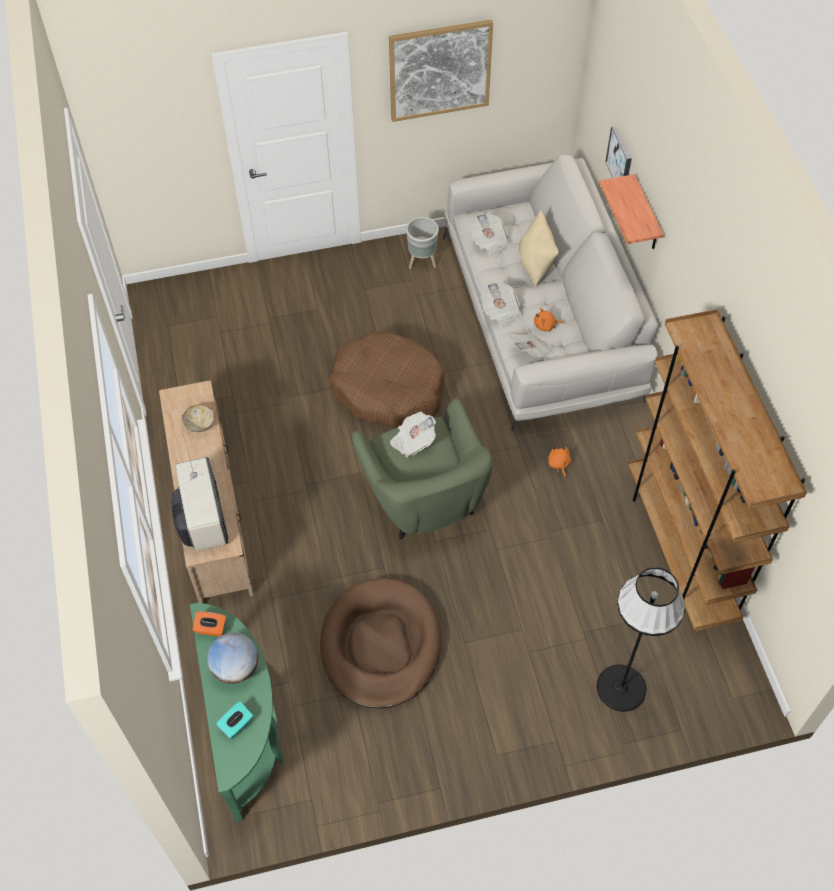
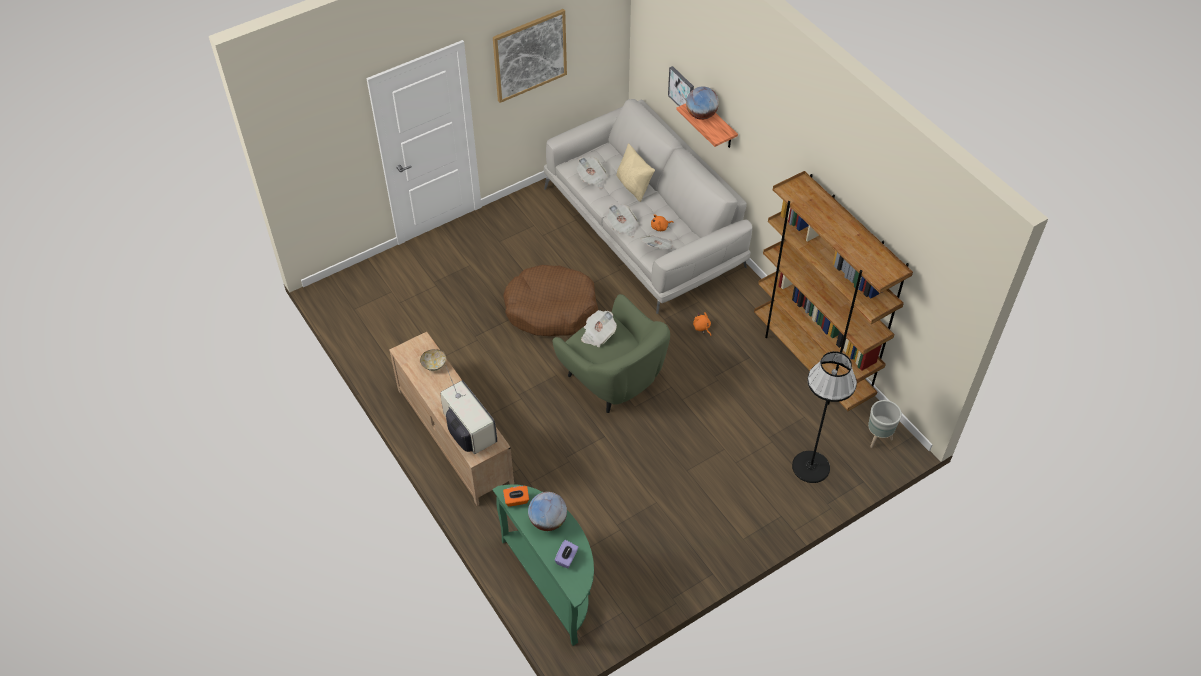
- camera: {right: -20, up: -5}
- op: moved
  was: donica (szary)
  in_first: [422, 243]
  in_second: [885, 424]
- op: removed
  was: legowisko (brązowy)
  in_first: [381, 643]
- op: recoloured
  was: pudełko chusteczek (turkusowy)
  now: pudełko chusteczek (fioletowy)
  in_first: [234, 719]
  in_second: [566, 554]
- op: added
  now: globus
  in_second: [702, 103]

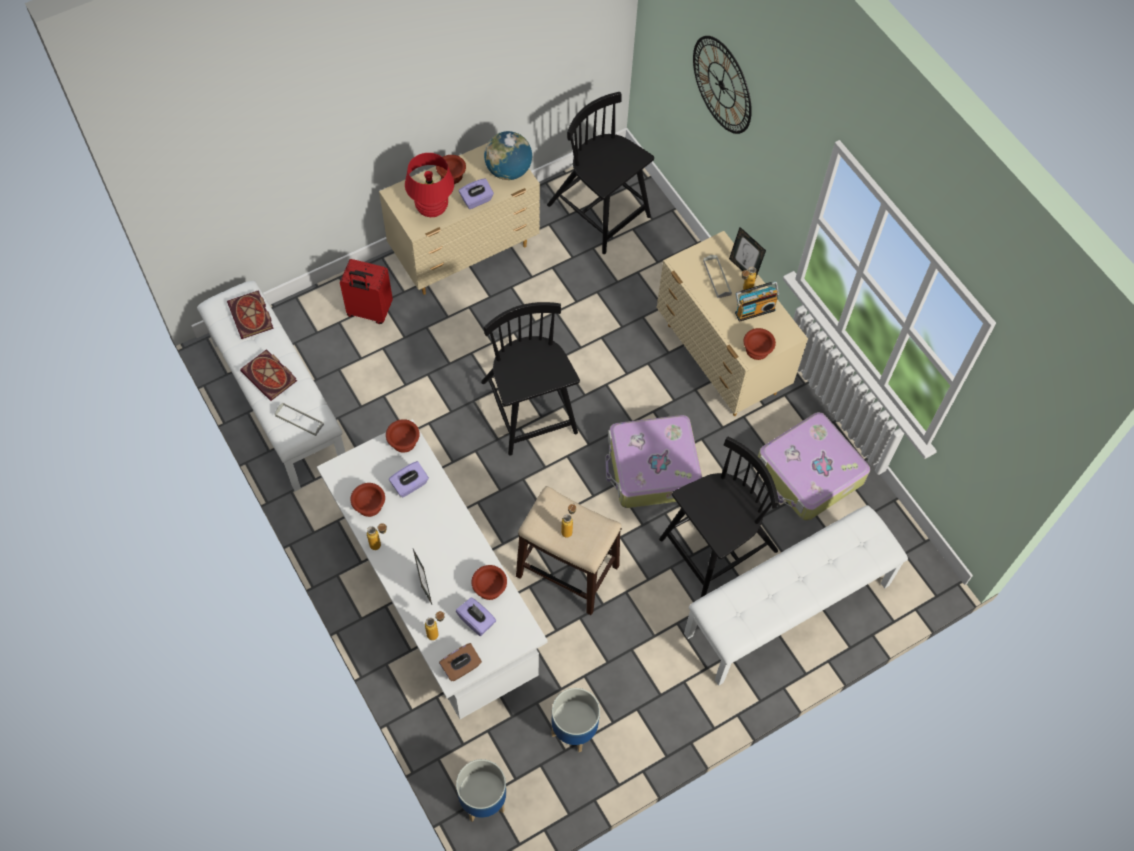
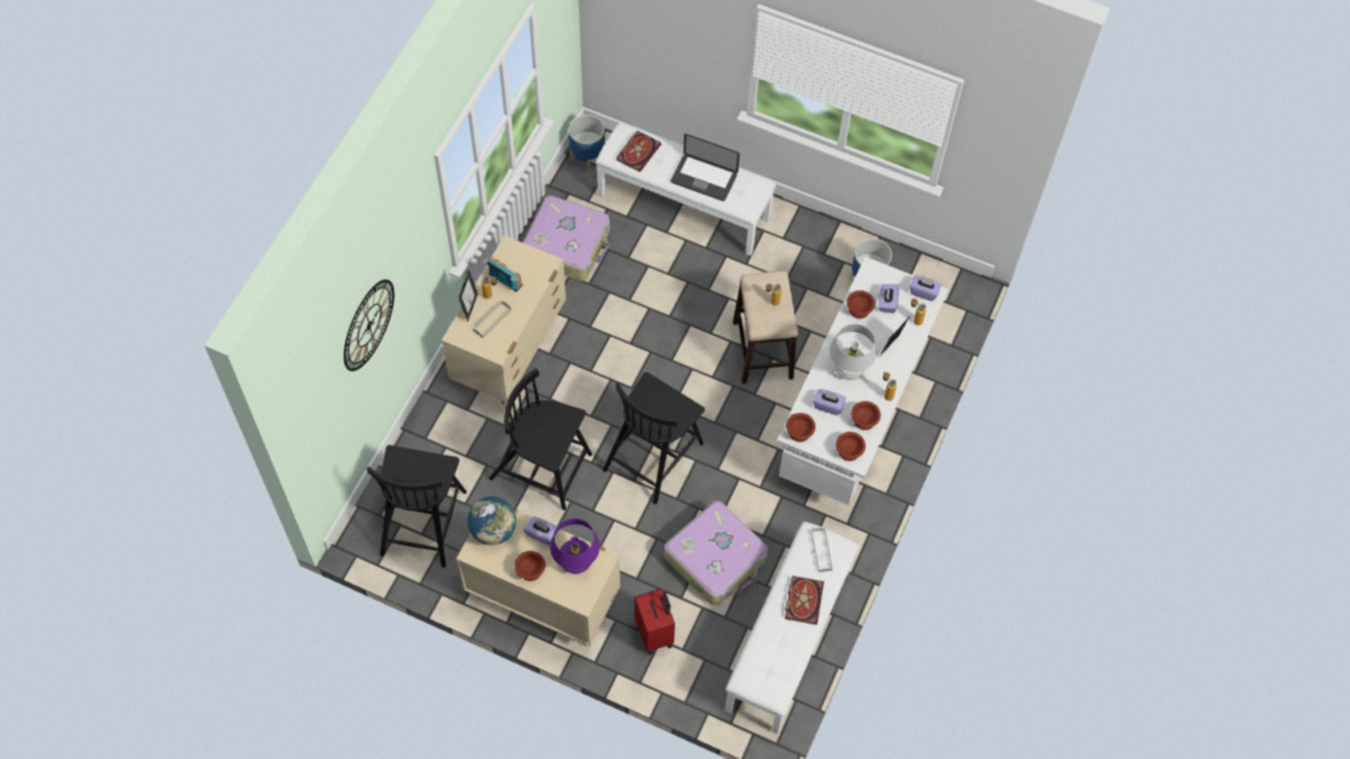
- camera: {right: -125, up: 0}
- op: recoloured
  was: lampa stołowa (czerwony)
  now: lampa stołowa (fioletowy)
  in_first: [429, 185]
  in_second: [575, 546]
- op: moved
  was: książka
  in_first: [250, 314]
  in_second: [638, 151]
- op: moved
  was: miska (brązowy)
  in_first: [760, 344]
  in_second: [851, 446]
- op: moved
  was: walizka
  in_first: [653, 461]
  in_second: [716, 553]
- op: moved
  was: krzesło (czarny)
  in_first: [719, 517]
  in_second: [540, 439]
- op: recoloured
  was: pudełko chusteczek (brązowy)
  now: pudełko chusteczek (fioletowy)
  in_first: [460, 662]
  in_second: [925, 288]
- op: moved
  was: donica
  in_first: [481, 790]
  in_second: [587, 144]
- op: added
  now: laptop
  in_second: [705, 167]
- op: added
  now: lampa stołowa (biały)
  in_second: [852, 352]

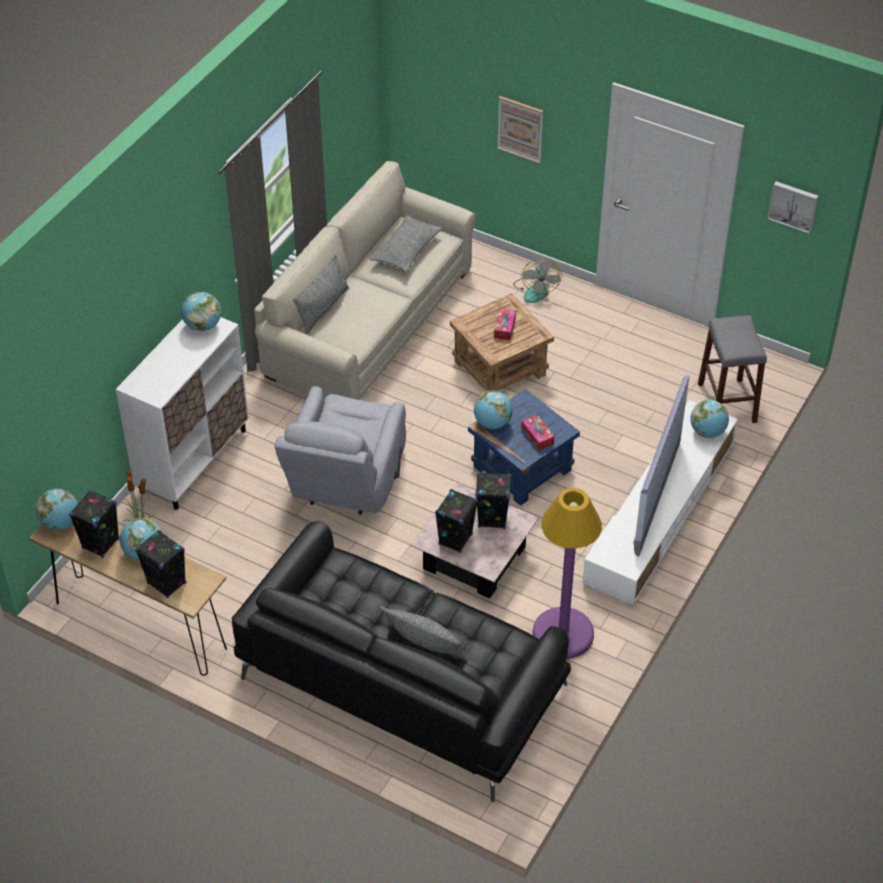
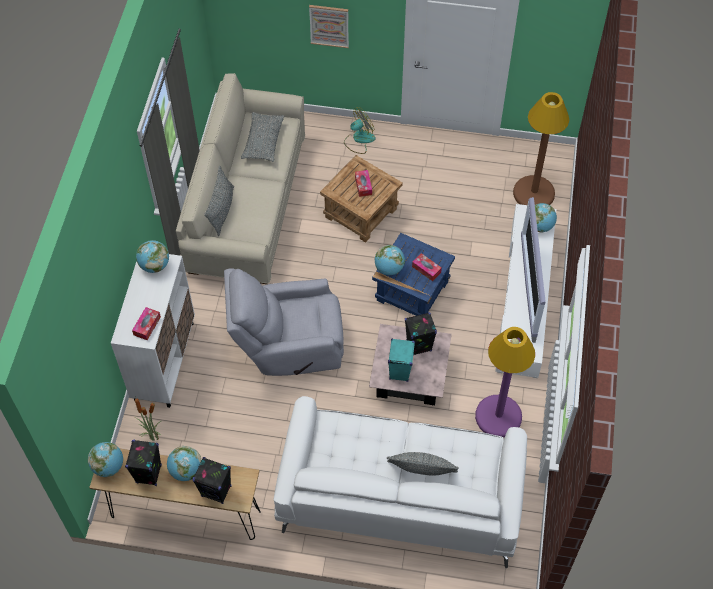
- camera: {right: -20, up: 10}
- op: removed
  was: obraz
  in_first: [793, 207]
- op: turned
  was: wentylator
  in_first: [537, 281]
  in_second: [360, 130]
  clockwise: -105
- op: replaced
  was: stołek (szary)
  now: lampa stojąca (brązowy)
  in_first: [732, 369]
  in_second: [541, 148]
- op: turned
  was: fotel (szary)
  in_first: [340, 450]
  in_second: [284, 322]
  clockwise: 90
- op: recoloured
  was: głośnik (czarny)
  now: głośnik (turkusowy)
  in_first: [456, 521]
  in_second: [401, 360]
- op: recoloured
  was: kanapa (czarny)
  now: kanapa (biały)
  in_first: [401, 661]
  in_second: [400, 482]
- op: added
  now: pudełko chusteczek
  in_second: [146, 323]

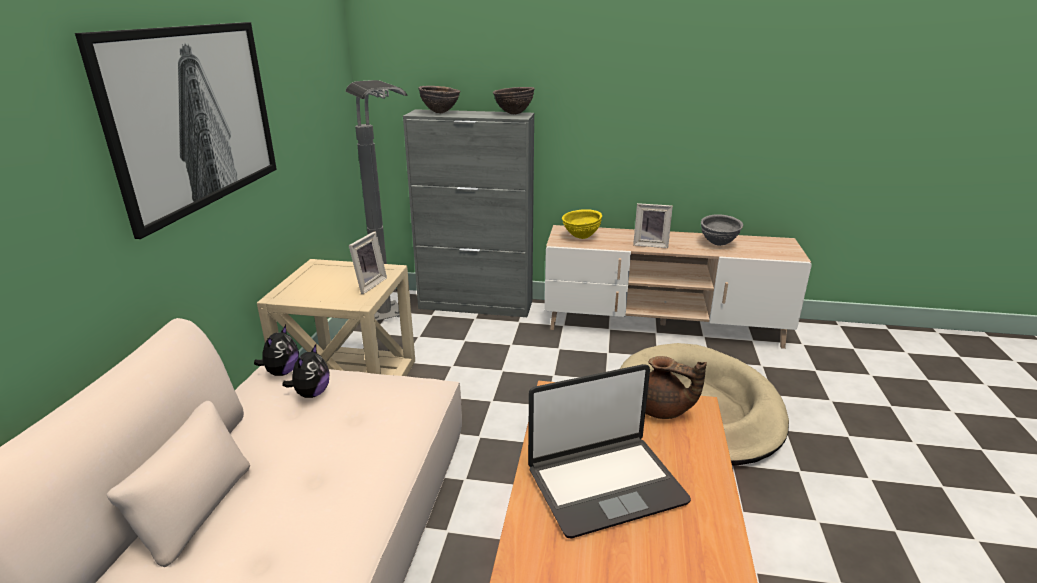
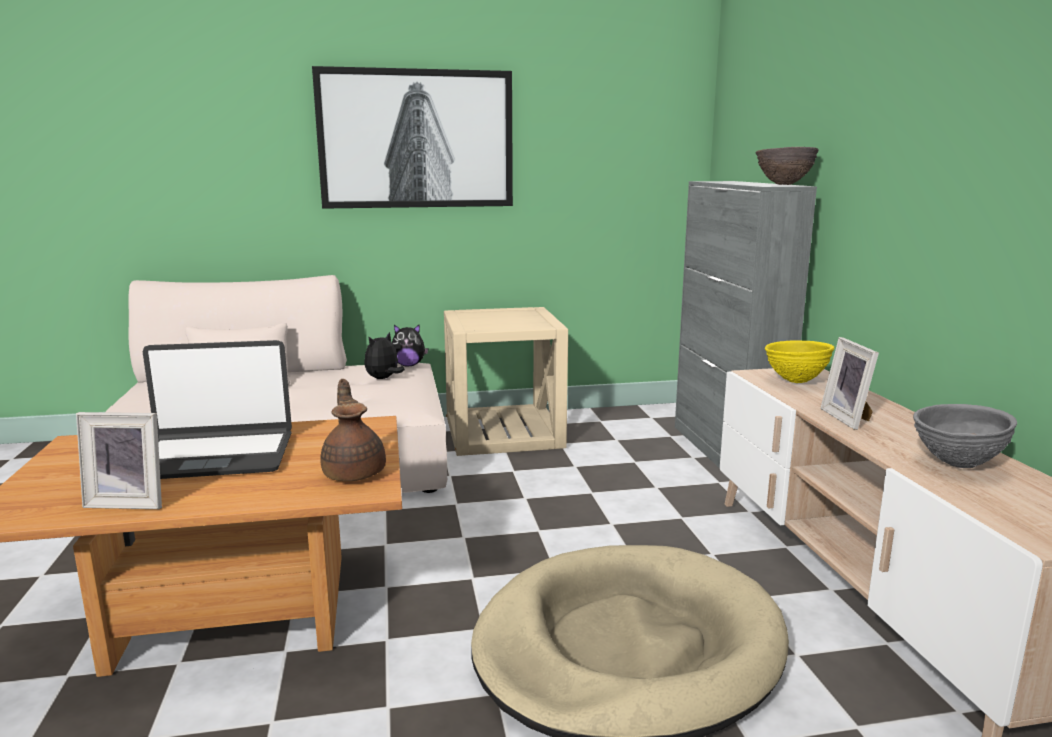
- camera: {right: 70, up: -10}
- op: removed
  was: lampa stojąca (szary)
  in_first: [377, 201]
- op: removed
  was: miska (brązowy)
  in_first: [439, 99]
- op: moved
  was: ramka na zdjęcie
  in_first: [368, 263]
  in_second: [119, 460]
- op: turned
  was: pluszak
  in_first: [306, 371]
  in_second: [384, 355]
  clockwise: 135
- op: turned
  was: imbryk (brązowy)
  in_first: [676, 387]
  in_second: [353, 430]
  clockwise: 150
- op: turned
  was: laptop
  in_first: [609, 451]
  in_second: [217, 409]
  clockwise: -60

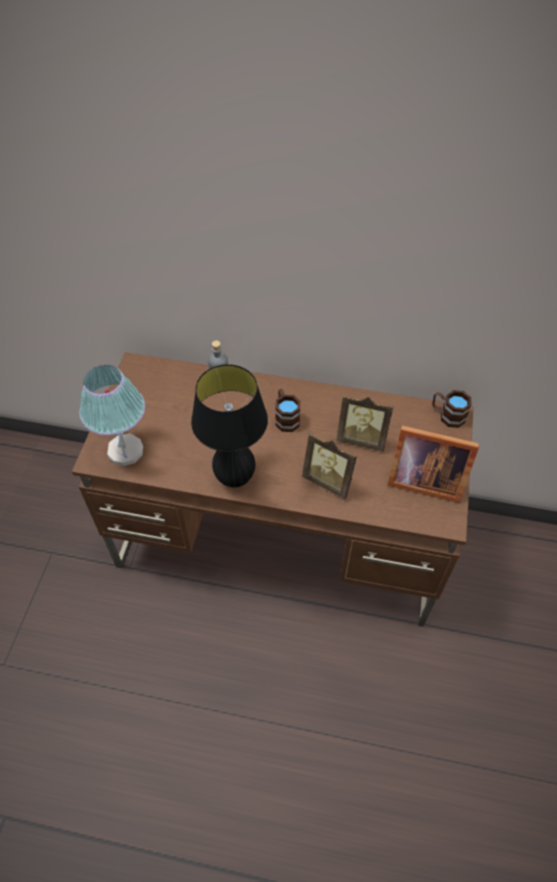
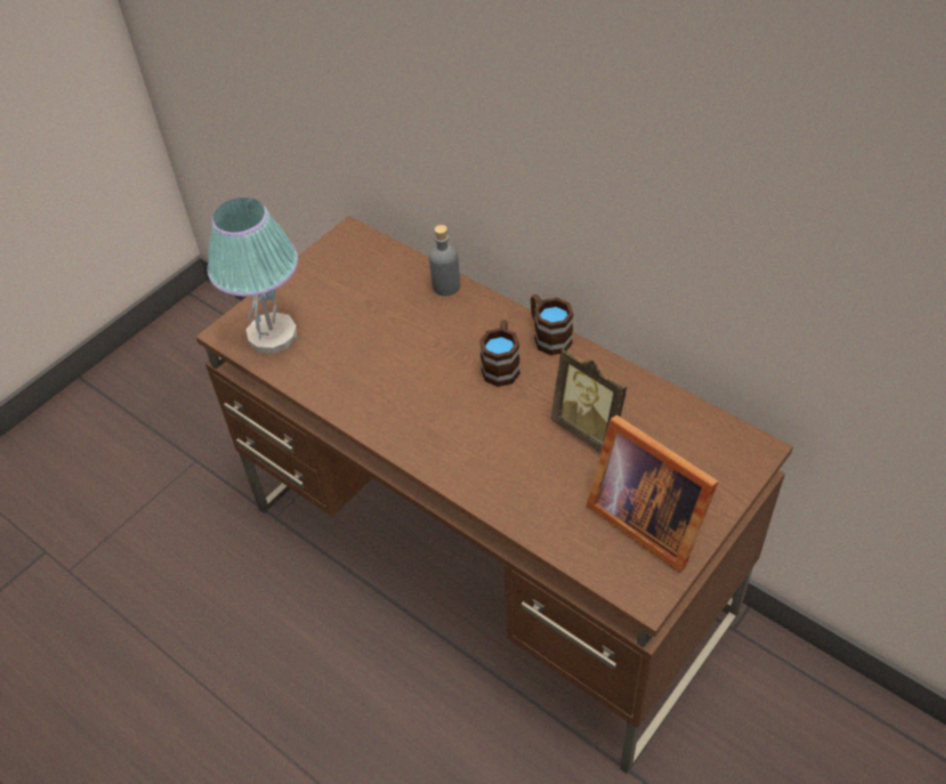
- camera: {right: 30, up: -5}
- op: removed
  was: lampa stołowa (czarny)
  in_first: [229, 425]
- op: moved
  was: kubek (brązowy)
  in_first: [452, 409]
  in_second: [552, 324]
- op: removed
  was: ramka na zdjęcie
  in_first: [329, 465]

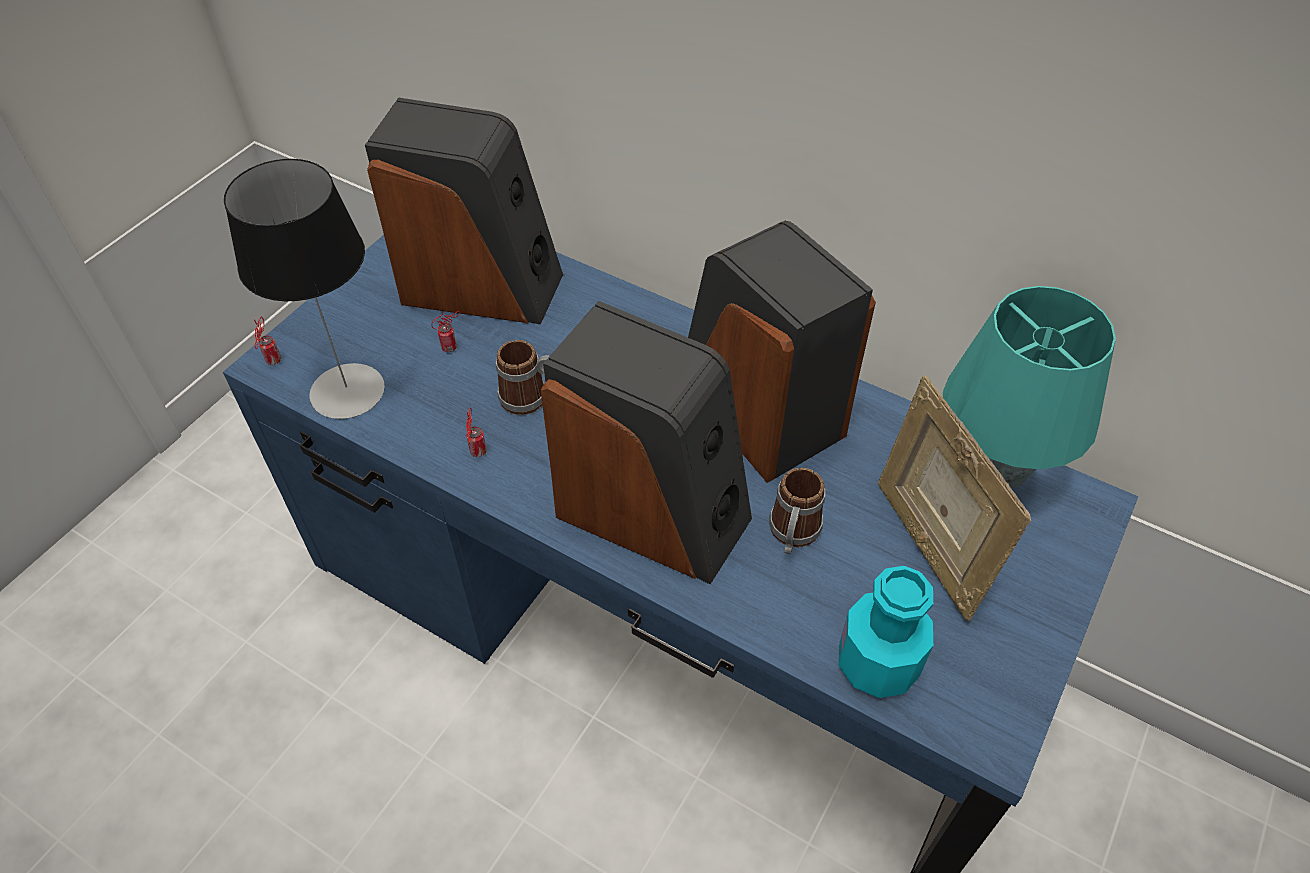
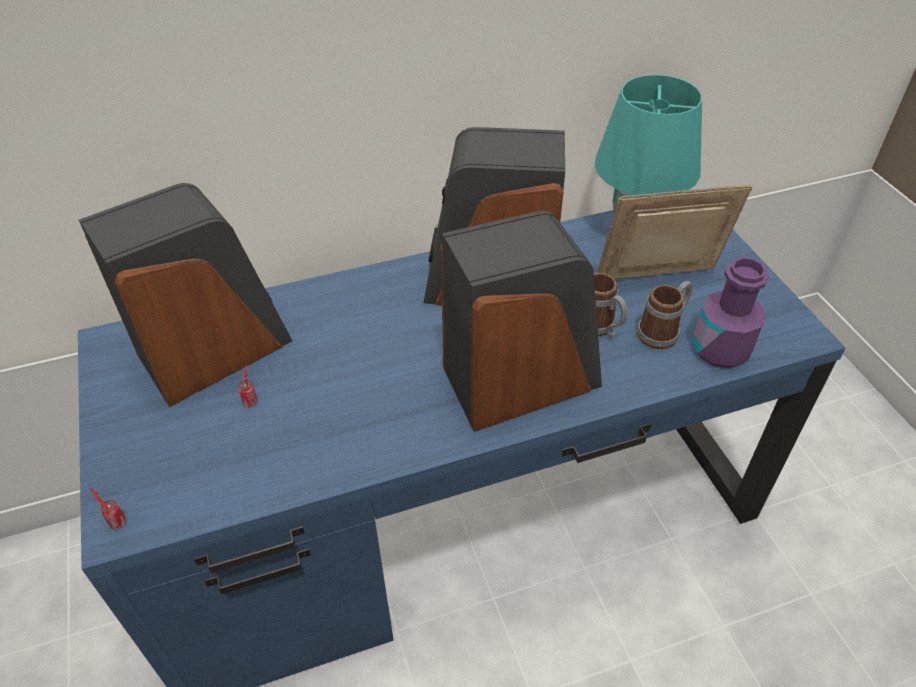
- camera: {right: -50, up: -5}
- op: removed
  was: lampa stołowa
  in_first: [304, 289]
- op: moved
  was: kubek
  in_first: [522, 377]
  in_second: [665, 315]
- op: turned
  was: ramka na zdjęcie
  in_first: [954, 498]
  in_second: [674, 231]
  clockwise: 150
- op: removed
  was: puszka
  in_first: [476, 432]
- op: recoloured
  was: butelka (turkusowy)
  now: butelka (fioletowy)
  in_first: [886, 632]
  in_second: [730, 312]

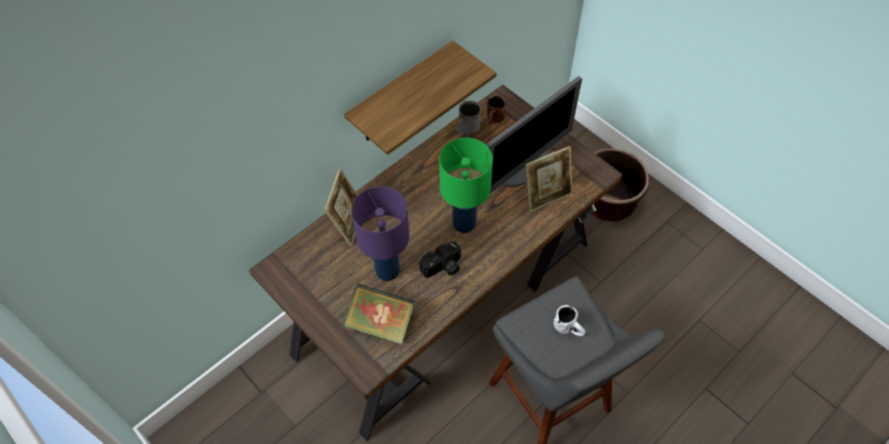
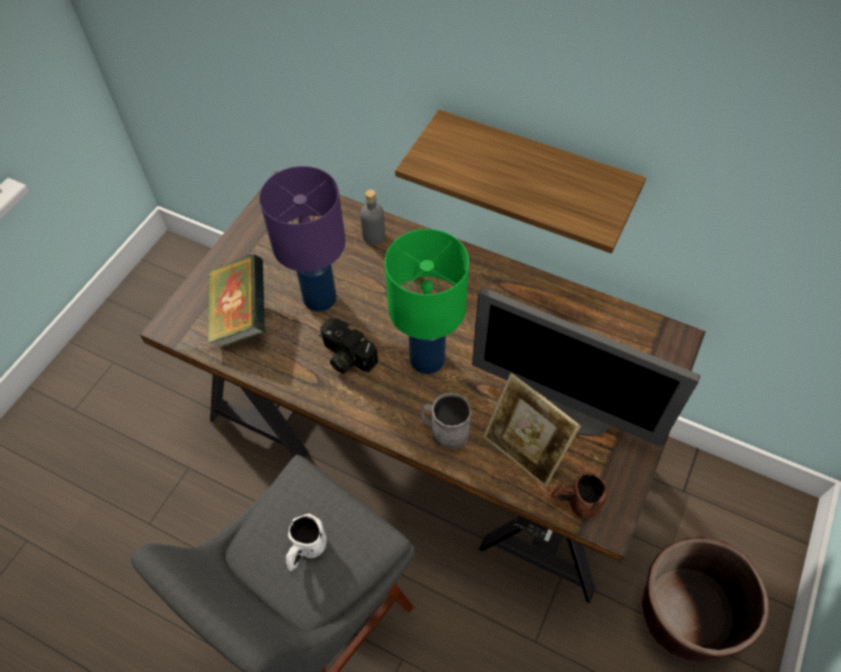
- camera: {right: 70, up: 0}
- op: moved
  was: kubek (brązowy)
  in_first: [496, 110]
  in_second: [579, 496]
- op: moved
  was: kubek (szary)
  in_first: [469, 119]
  in_second: [445, 421]
- op: replaced
  was: ramka na zdjęcie
  now: butelka (szary)
  in_first: [341, 207]
  in_second: [372, 217]

